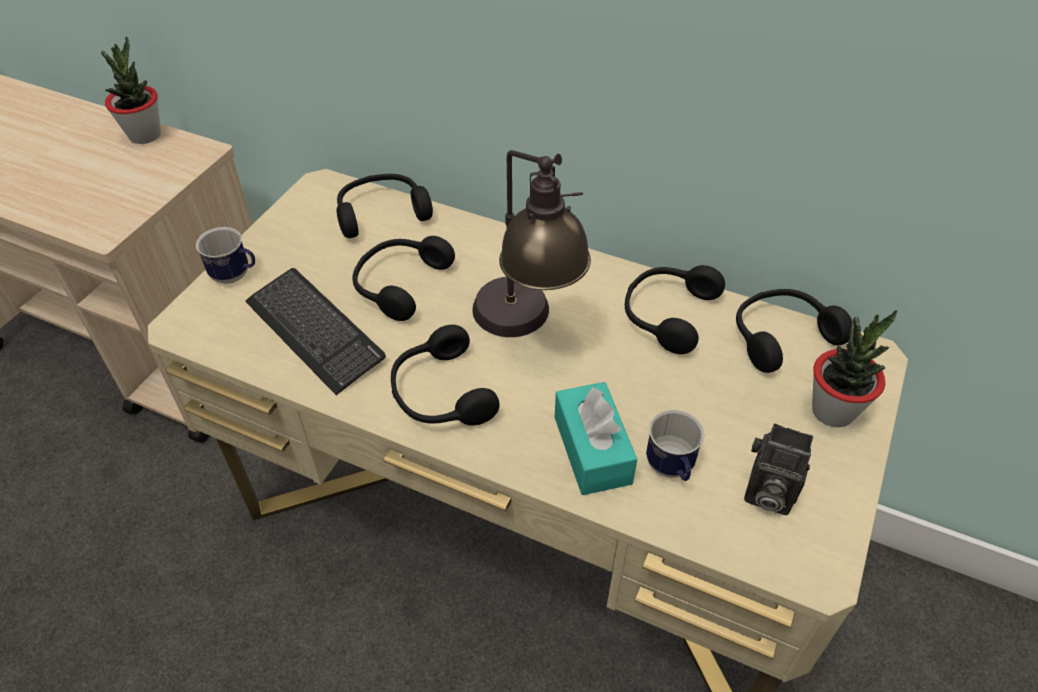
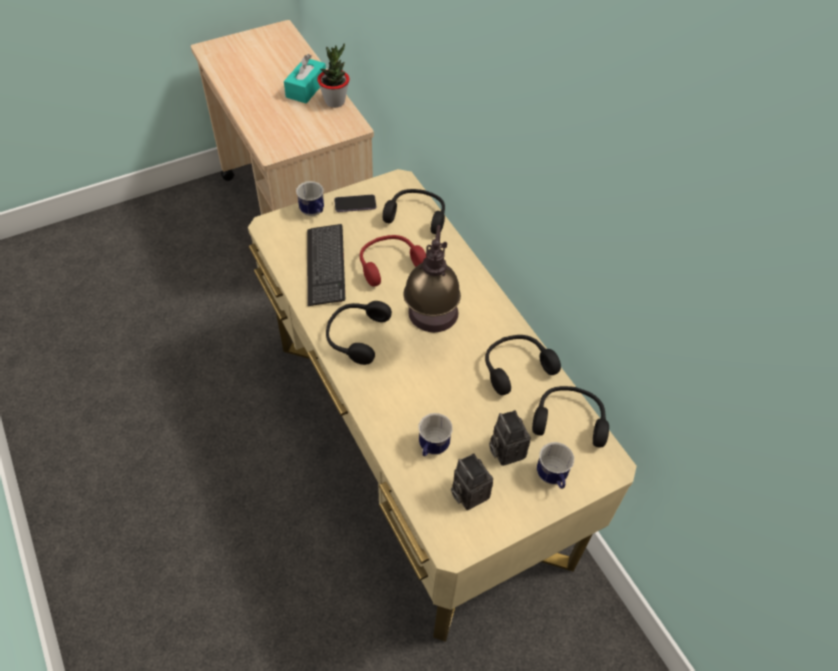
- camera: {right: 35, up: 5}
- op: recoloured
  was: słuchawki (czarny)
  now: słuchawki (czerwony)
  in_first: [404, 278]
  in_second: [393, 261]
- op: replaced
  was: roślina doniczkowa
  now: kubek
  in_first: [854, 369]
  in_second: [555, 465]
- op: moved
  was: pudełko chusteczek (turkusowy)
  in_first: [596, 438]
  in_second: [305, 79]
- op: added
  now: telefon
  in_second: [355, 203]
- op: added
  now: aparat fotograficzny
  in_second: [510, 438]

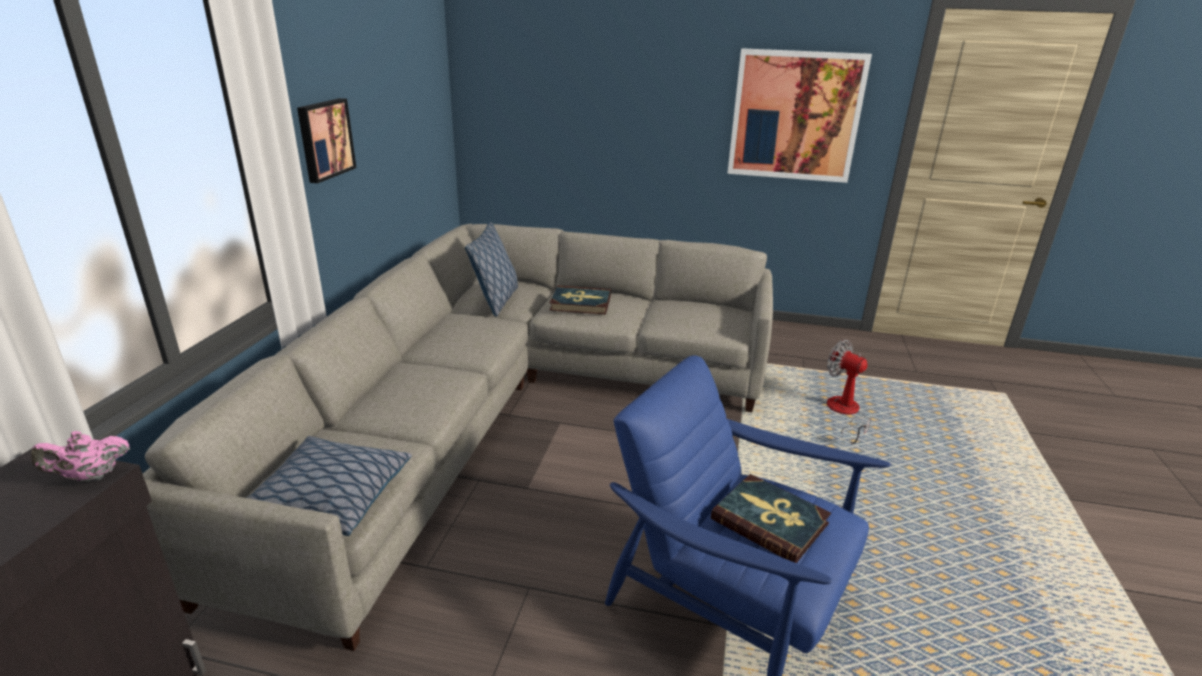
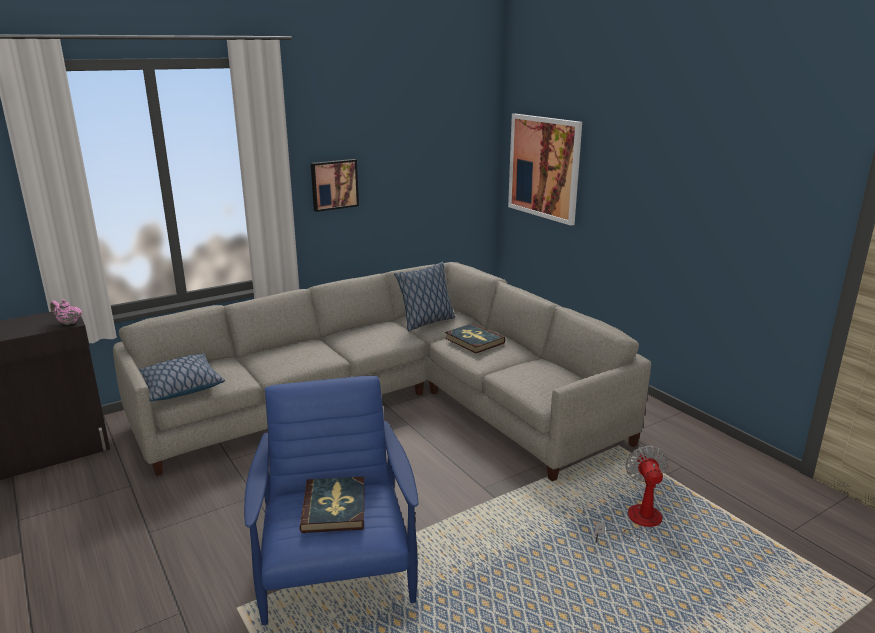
- camera: {right: 45, up: -5}
- op: moved
  was: obraz
  in_first: [799, 115]
  in_second: [545, 170]

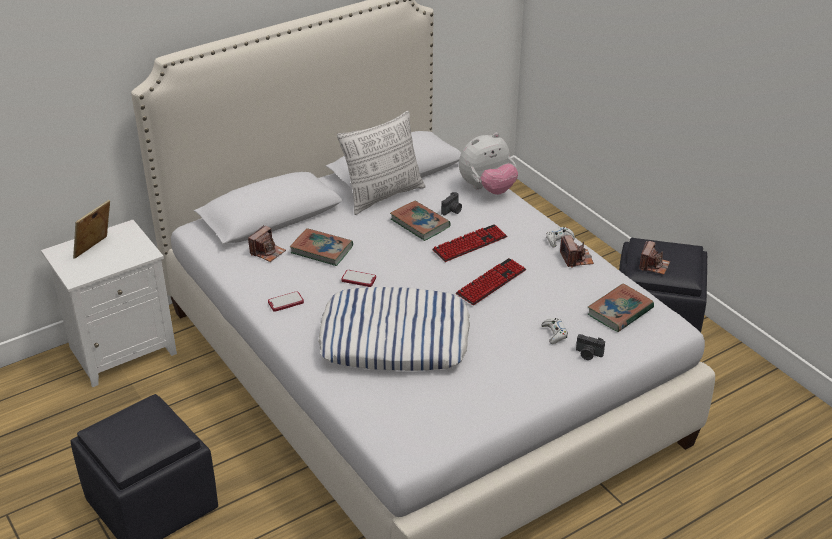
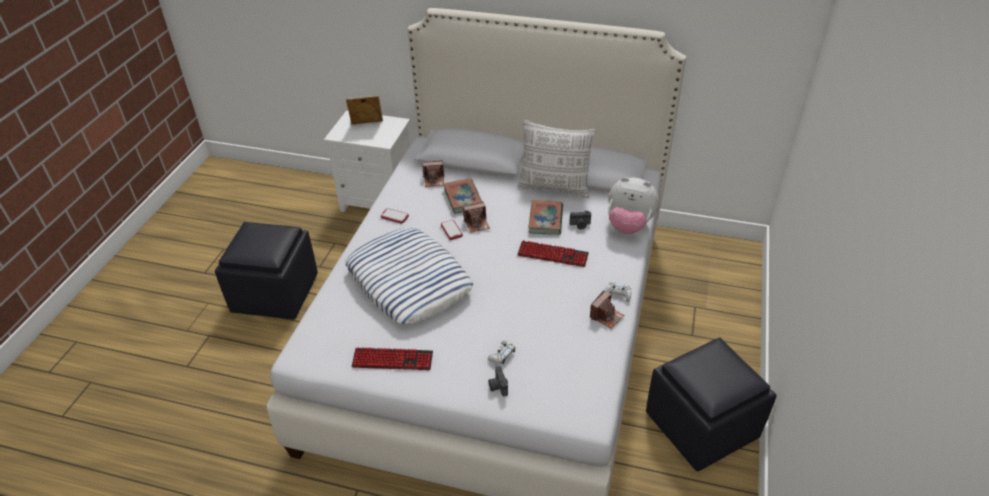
- camera: {right: 50, up: 5}
- op: moved
  was: aparat fotograficzny
  in_first: [654, 257]
  in_second: [476, 217]
- op: moved
  was: klawiatura
  in_first: [491, 281]
  in_second: [392, 358]
- op: removed
  was: książka
  in_first: [621, 308]

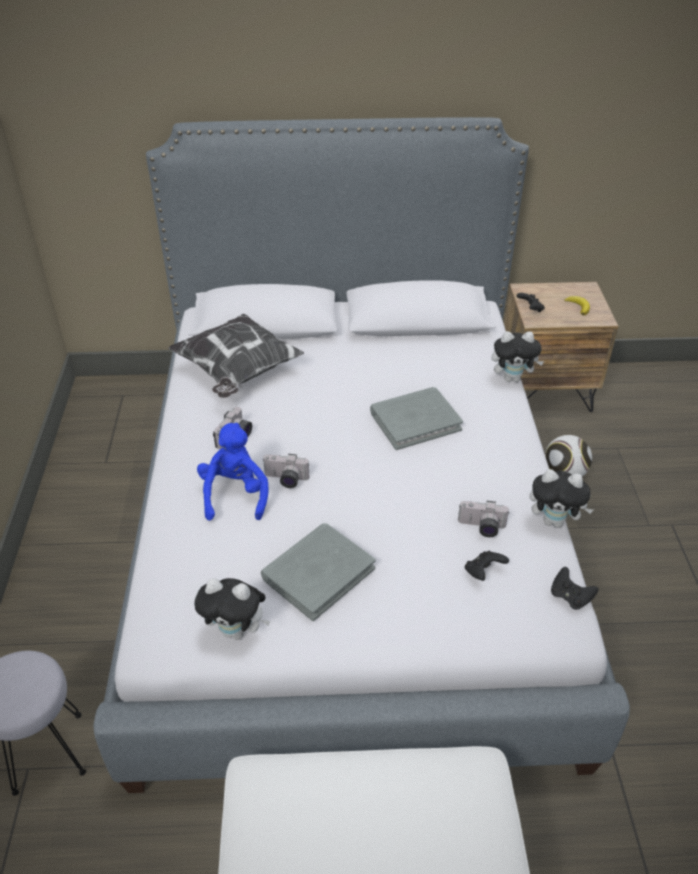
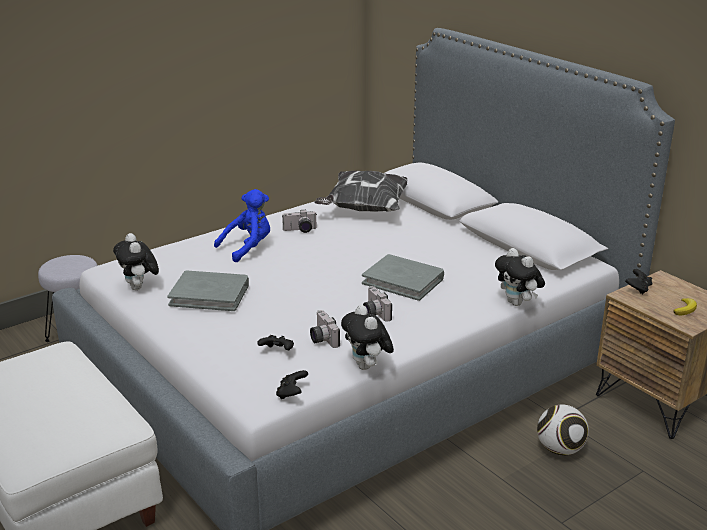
- camera: {right: 55, up: -15}
- op: moved
  was: aparat fotograficzny
  in_first: [286, 471]
  in_second: [377, 304]

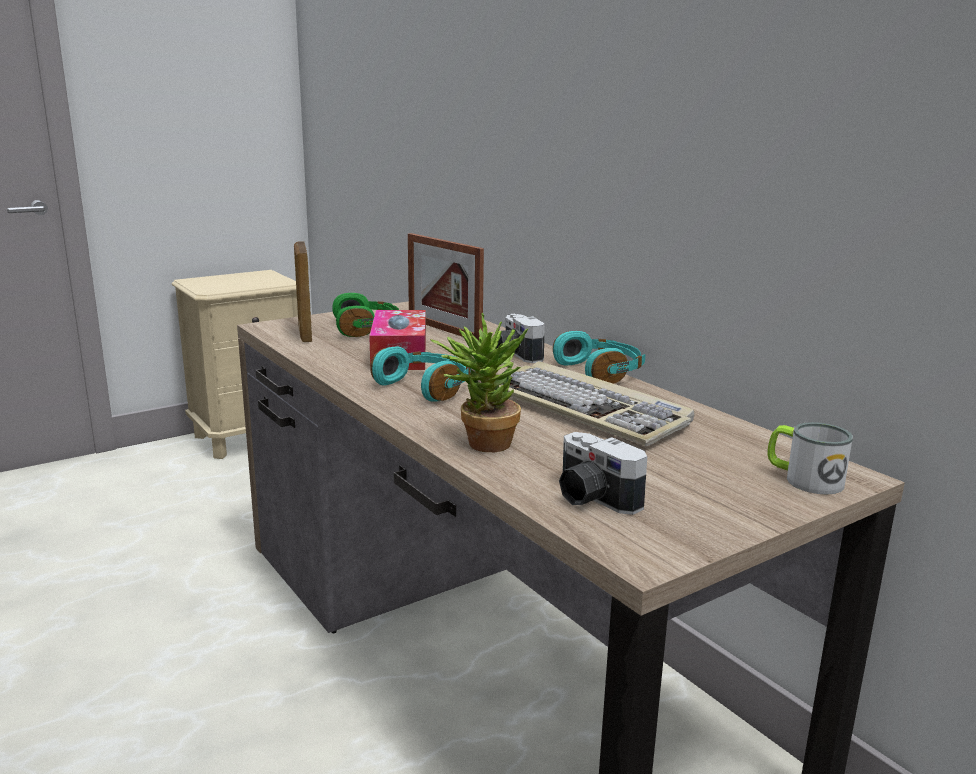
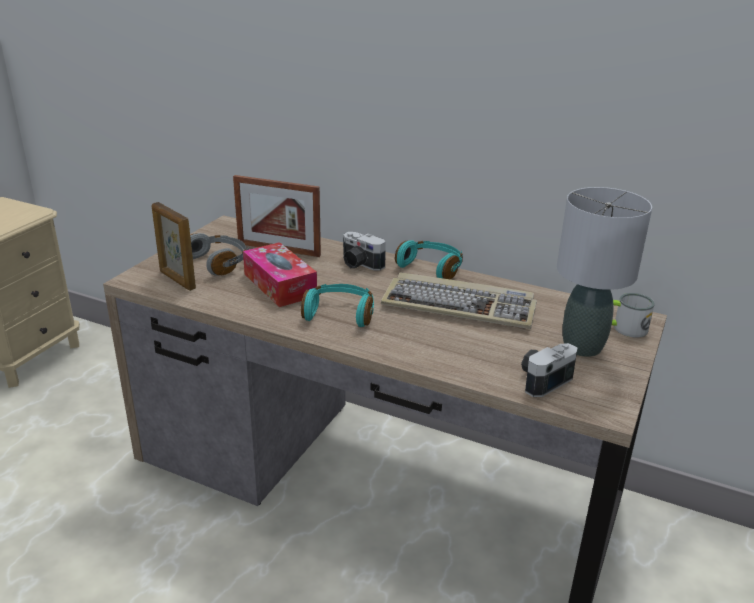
- camera: {right: -30, up: 10}
- op: recoloured
  was: słuchawki (zielony)
  now: słuchawki (szary)
  in_first: [365, 315]
  in_second: [219, 254]
- op: removed
  was: roślina doniczkowa
  in_first: [479, 382]
- op: turned
  was: aparat fotograficzny
  in_first: [603, 473]
  in_second: [549, 370]
  clockwise: 120
- op: added
  now: lampa stołowa (szary)
  in_second: [604, 272]

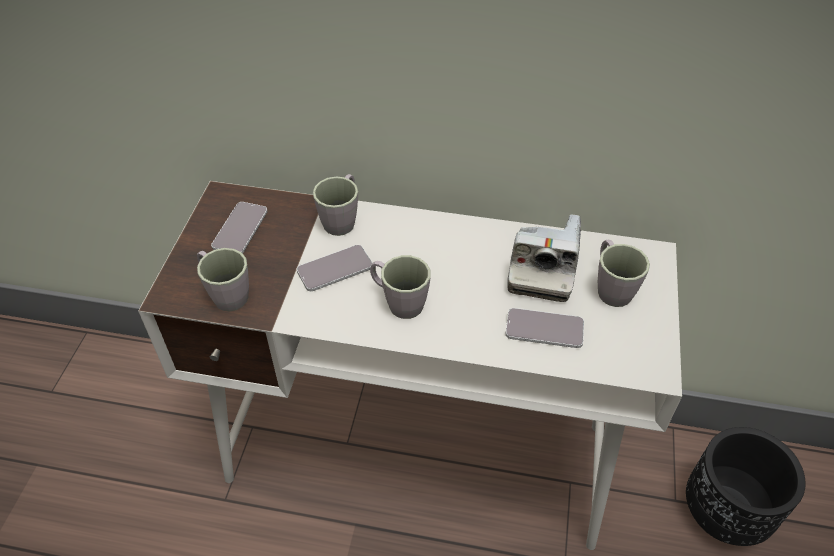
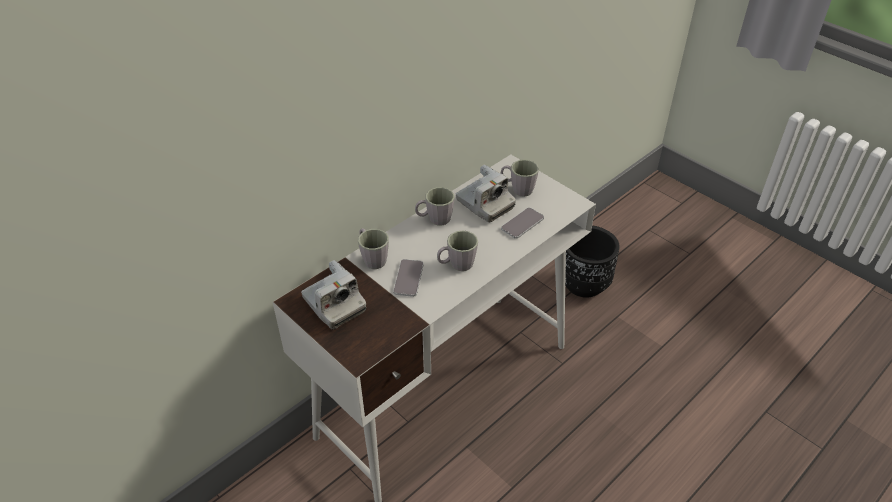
- camera: {right: -55, up: -5}
- op: replaced
  was: telefon
  now: aparat fotograficzny
  in_first: [239, 227]
  in_second: [333, 294]
- op: moved
  was: kubek (szary)
  in_first: [223, 279]
  in_second: [434, 206]

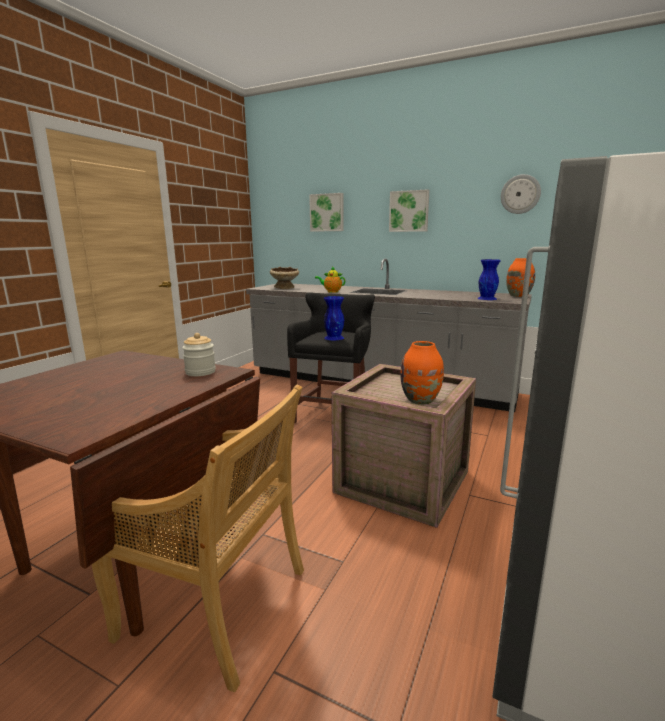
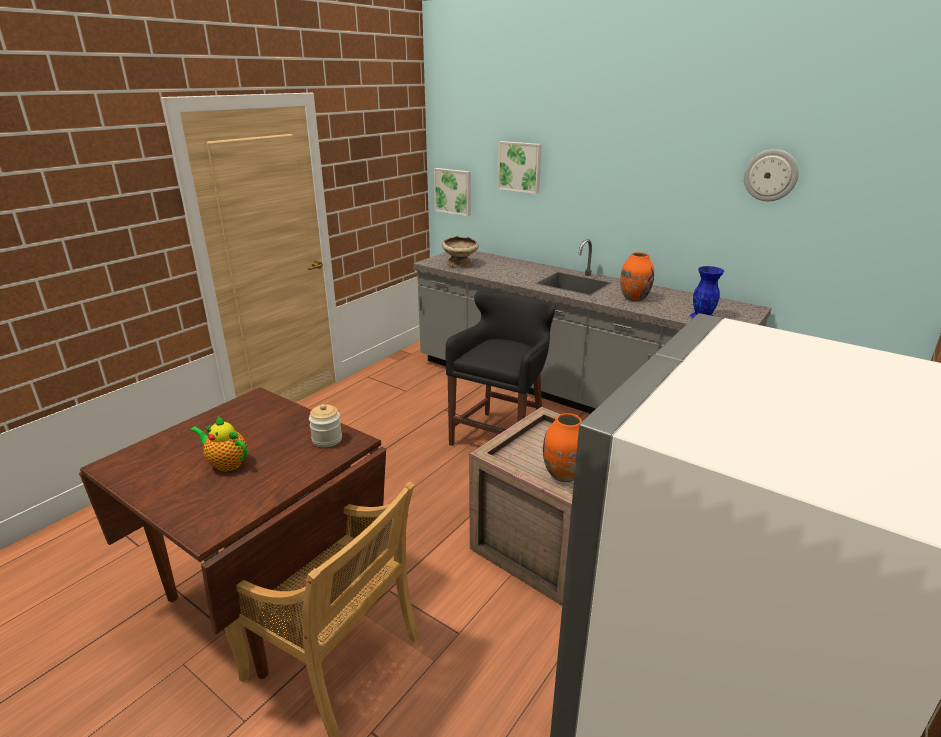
- camera: {right: 10, up: 10}
- op: moved
  was: obraz
  in_first: [409, 210]
  in_second: [452, 192]
- op: moved
  was: wazon (pomarańczowy)
  in_first: [520, 277]
  in_second: [637, 276]
- op: moved
  was: imbryk
  in_first: [330, 279]
  in_second: [218, 443]
- op: removed
  was: wazon (niebieski)
  in_first: [334, 318]

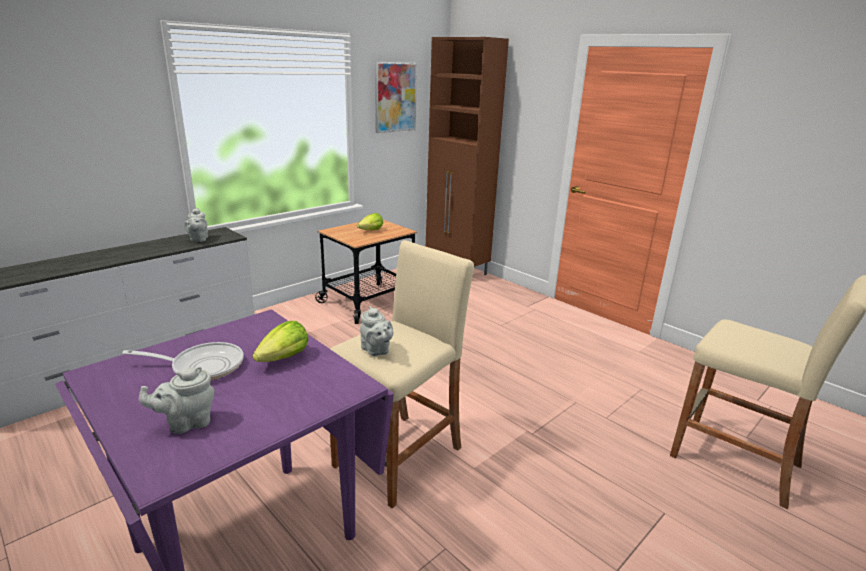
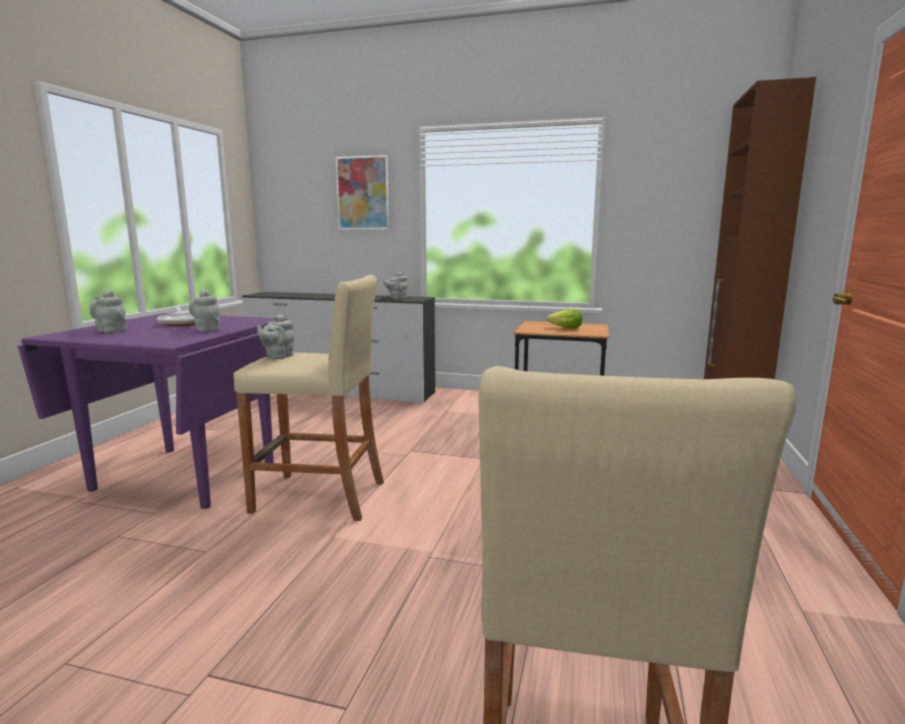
- camera: {right: 60, up: -10}
- op: moved
  was: obraz
  in_first: [396, 97]
  in_second: [363, 192]
- op: replaced
  was: sałata
  now: imbryk (szary)
  in_first: [280, 341]
  in_second: [204, 311]

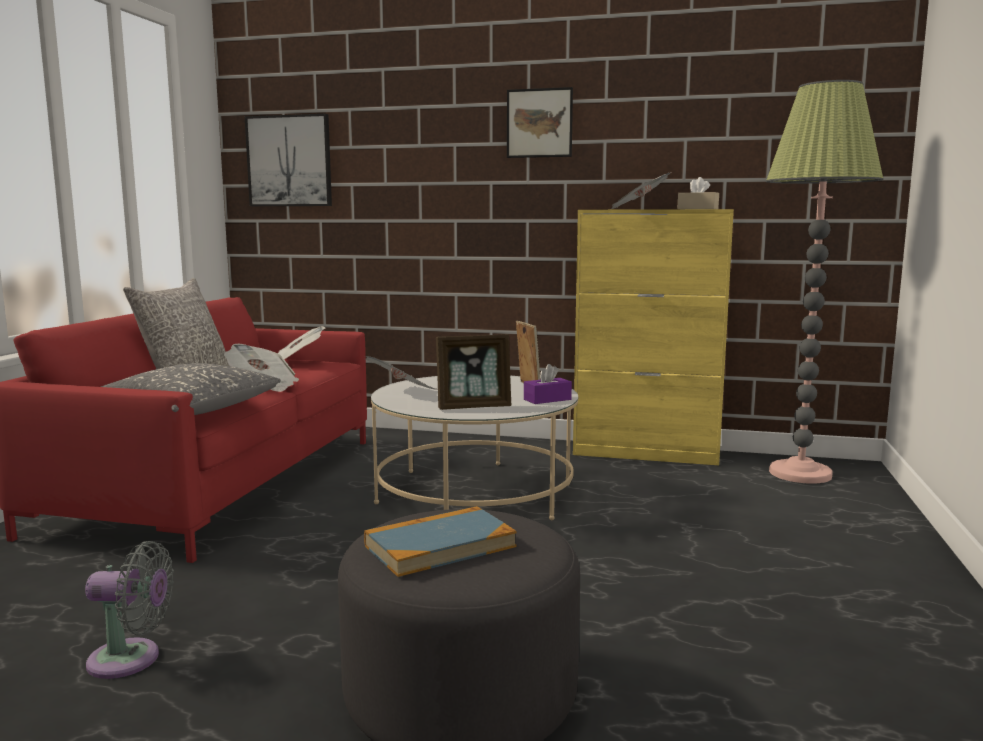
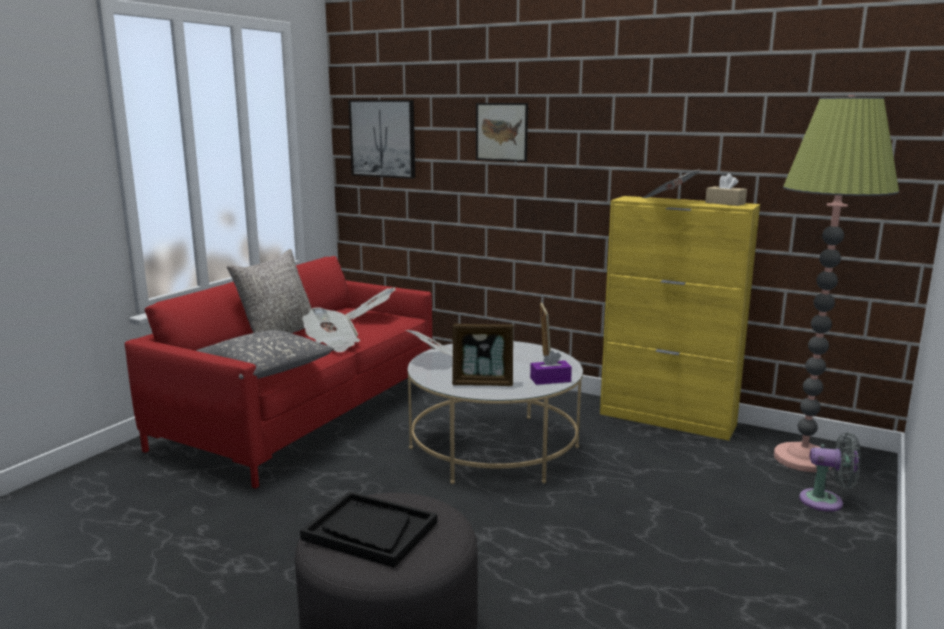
- camera: {right: 15, up: 5}
- op: moved
  was: obraz
  in_first: [540, 122]
  in_second: [502, 132]
- op: replaced
  was: książka
  now: taca (czarny)
  in_first: [440, 541]
  in_second: [368, 529]
- op: moved
  was: wentylator (szary)
  in_first: [129, 610]
  in_second: [830, 472]

